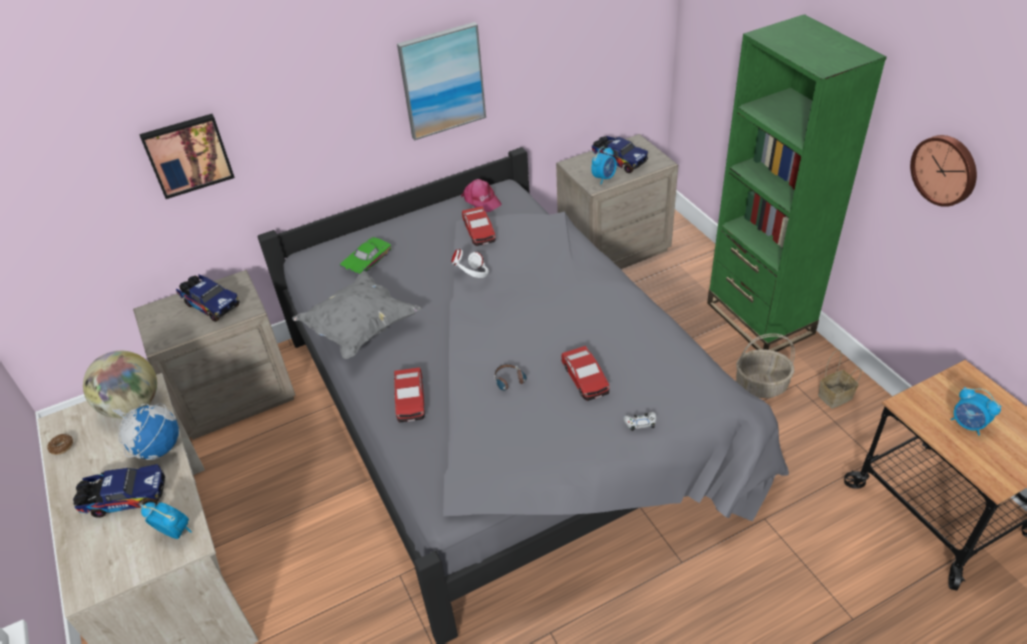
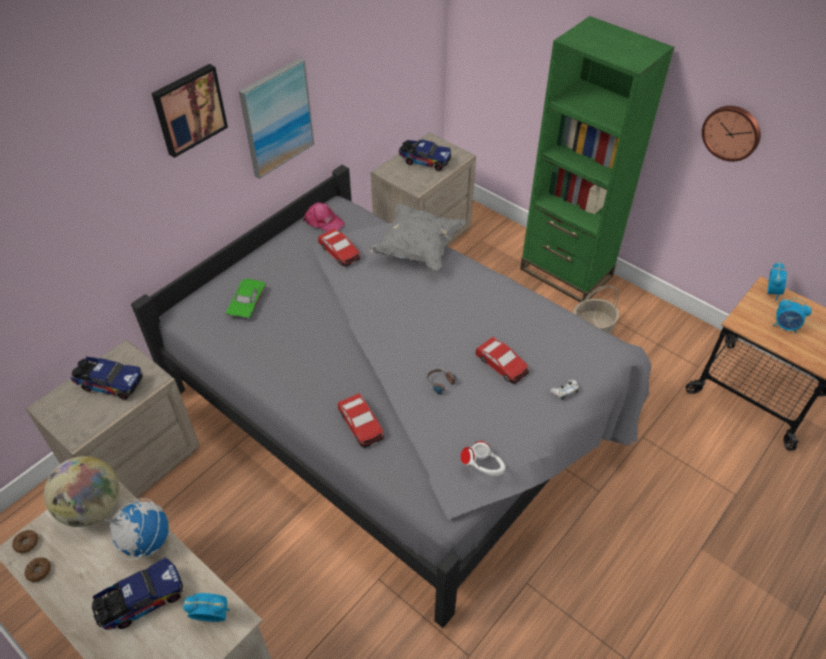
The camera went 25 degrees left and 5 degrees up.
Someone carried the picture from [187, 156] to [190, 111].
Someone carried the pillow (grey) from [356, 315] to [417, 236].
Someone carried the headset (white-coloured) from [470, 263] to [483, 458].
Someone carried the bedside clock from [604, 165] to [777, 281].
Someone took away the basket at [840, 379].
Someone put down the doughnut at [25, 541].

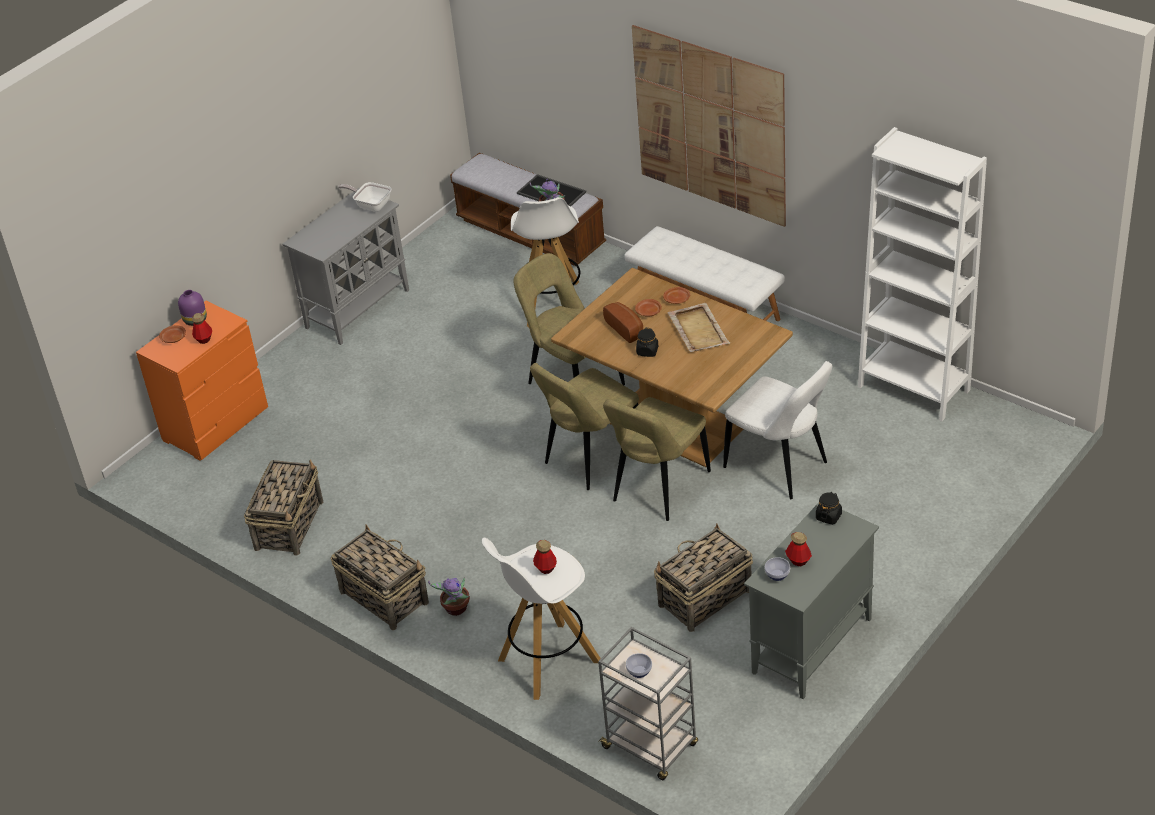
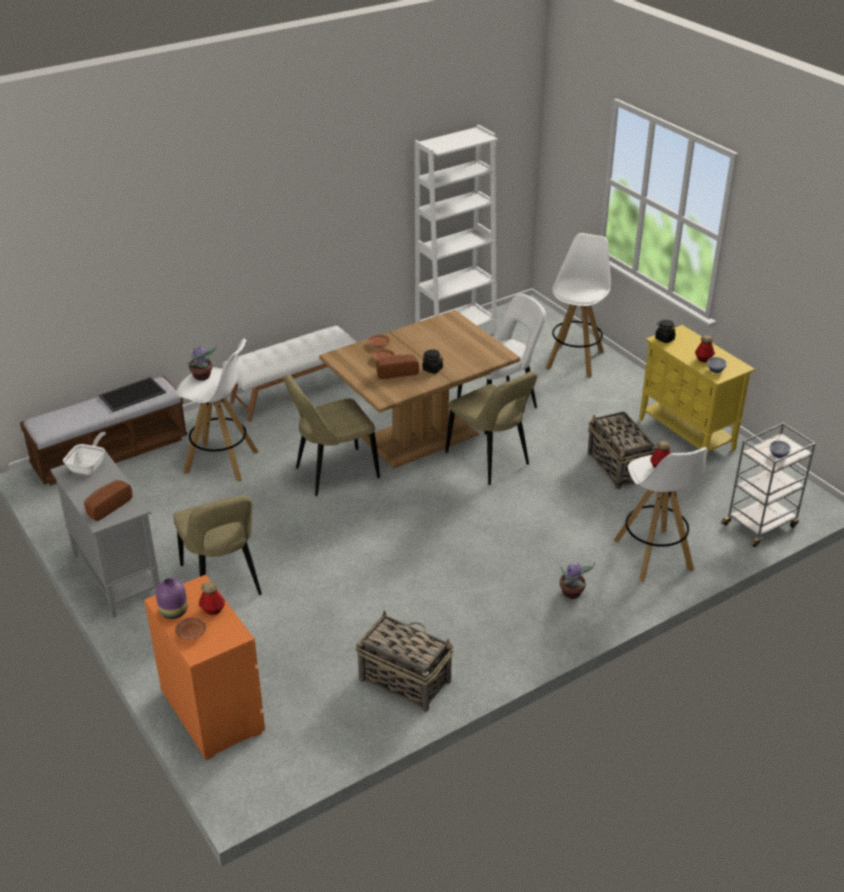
The camera went 75 degrees left and 5 degrees down.
Someone took away the basket at [380, 577].
Someone rotated the skillet at [365, 197] by 150 degrees clockwise.
Someone carried the chair (beige) from [584, 426] to [217, 545].
Someone took away the picture at [709, 126].
Someone took away the serving tray (beige) at [698, 327].
Someone repainted the cupboard (grey) at [811, 600], which became the cupboard (yellow-coloured) at [697, 391].
Someone put down the baked bread at [108, 500].
Someone put down the sitting stool (white-coloured) at [578, 305].

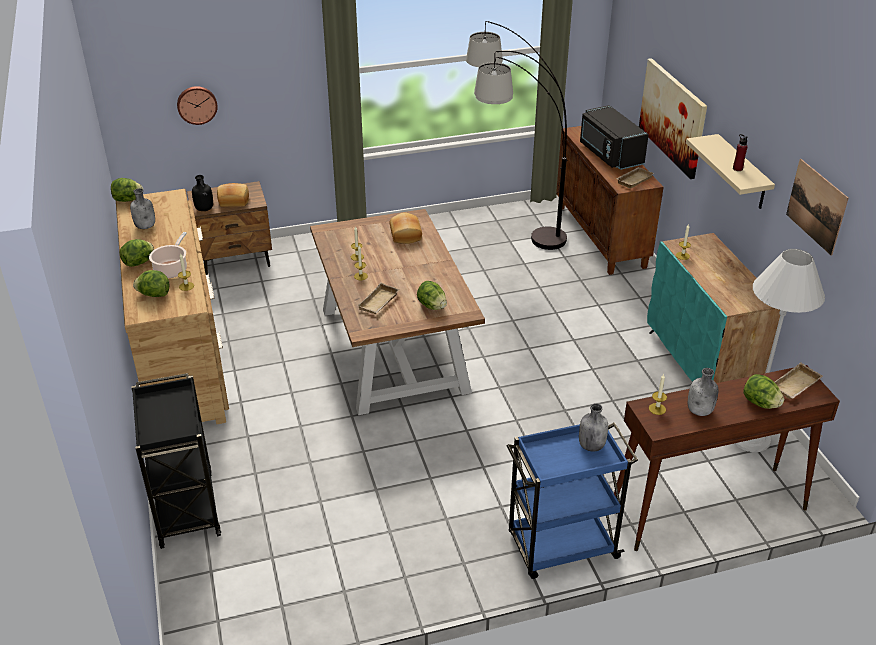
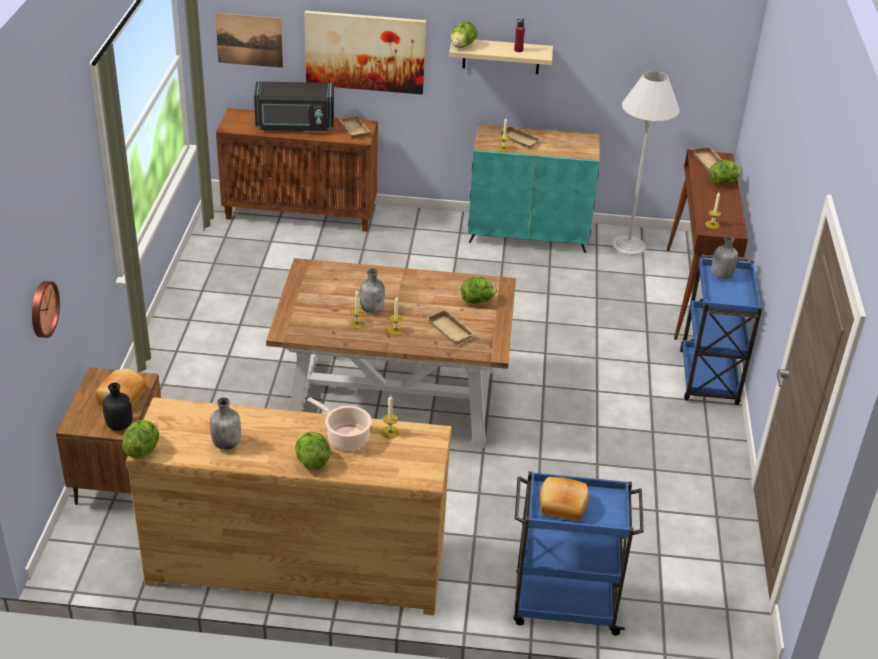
The camera went 70 degrees left and 0 degrees up.
Someone repainted the trolley (black-coloured) at [176, 461], which became the trolley (blue-coloured) at [578, 553].
Someone carried the lettuce head from [151, 283] to [464, 34].
Someone carried the baked bread from [406, 228] to [564, 499].
Someone took away the standard lamp at [516, 135].
Someone carried the bottle (grey) from [703, 392] to [372, 290].
Someone carried the picture from [817, 207] to [249, 40].
Someone put down the serving tray (beige) at [520, 137].

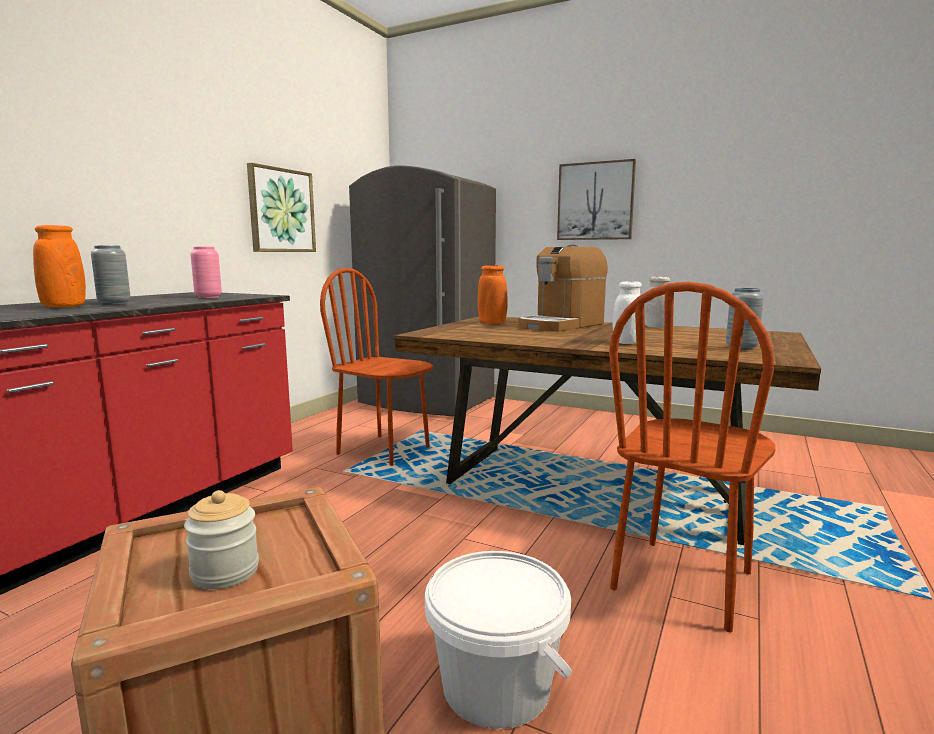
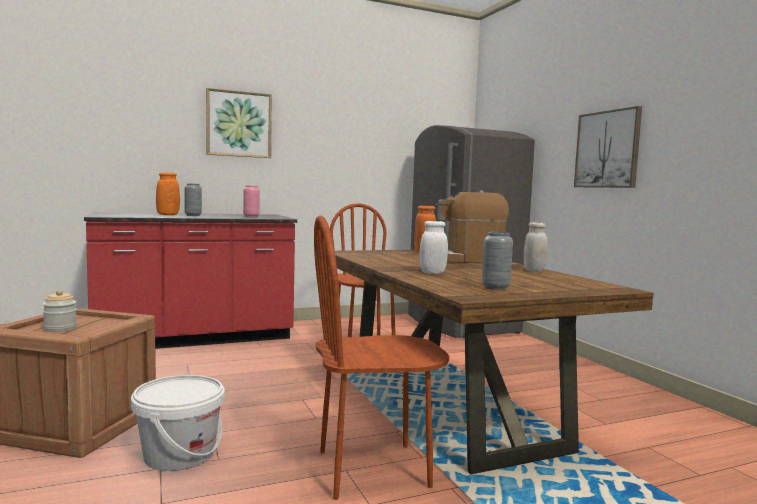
The camera went 40 degrees right and 5 degrees down.
Someone carried the picture from [281, 207] to [239, 123].

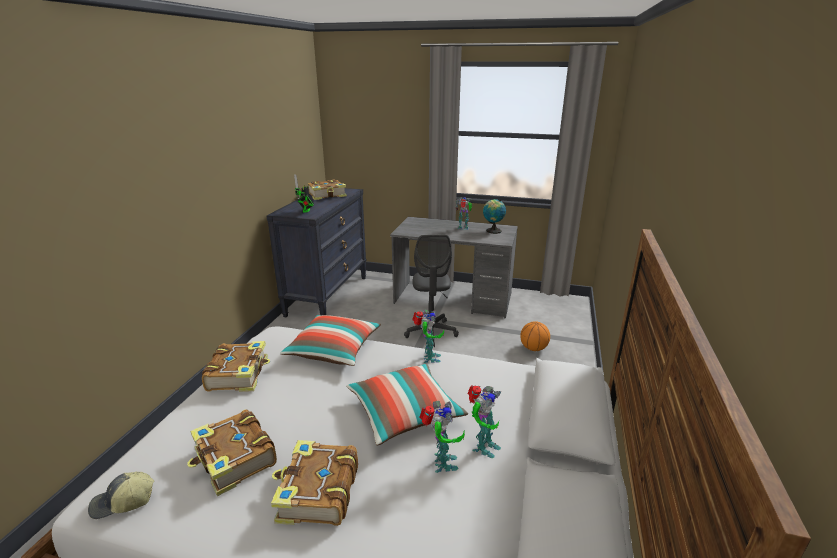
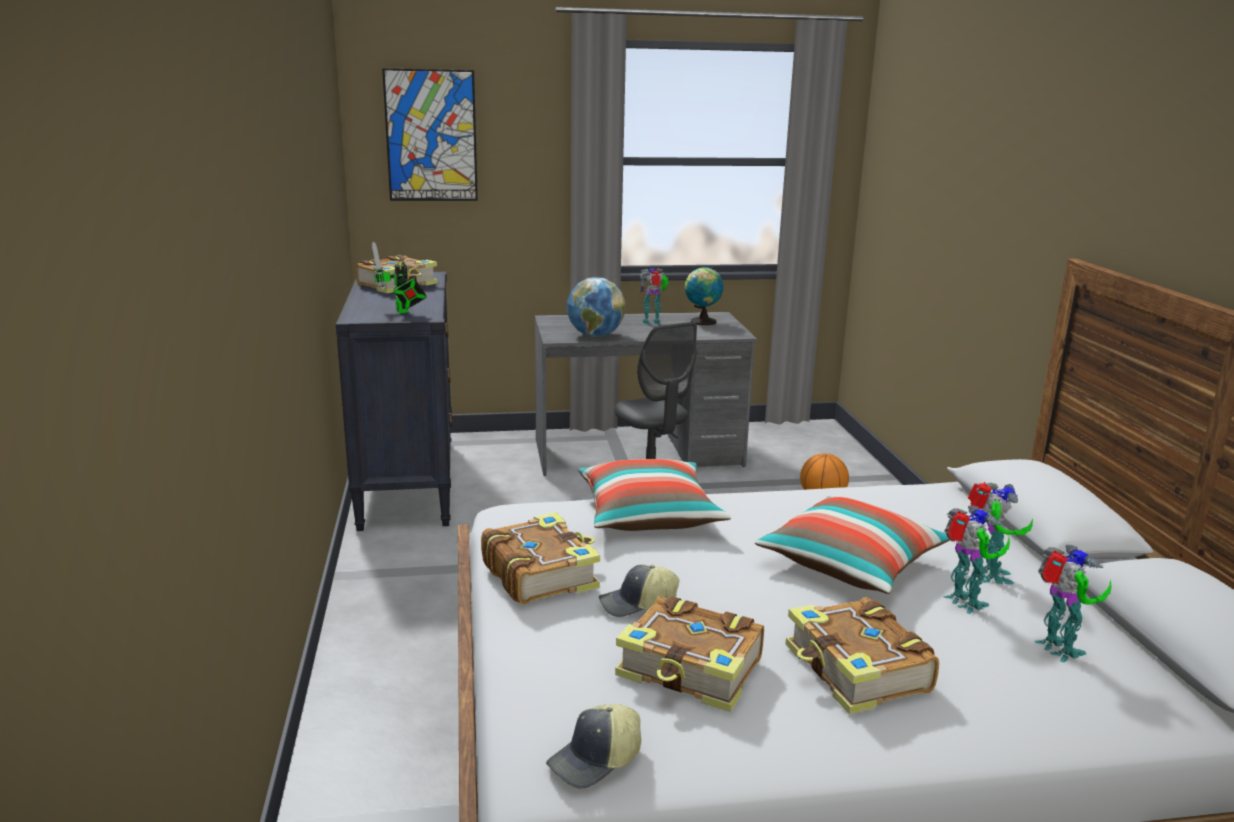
The camera went 25 degrees left and 5 degrees down.
Someone carried the robot figure from [428, 336] to [1072, 603].
Someone put up the picture at [430, 134].
Someone put down the world globe at [596, 307].
Someone put down the cap at [639, 590].

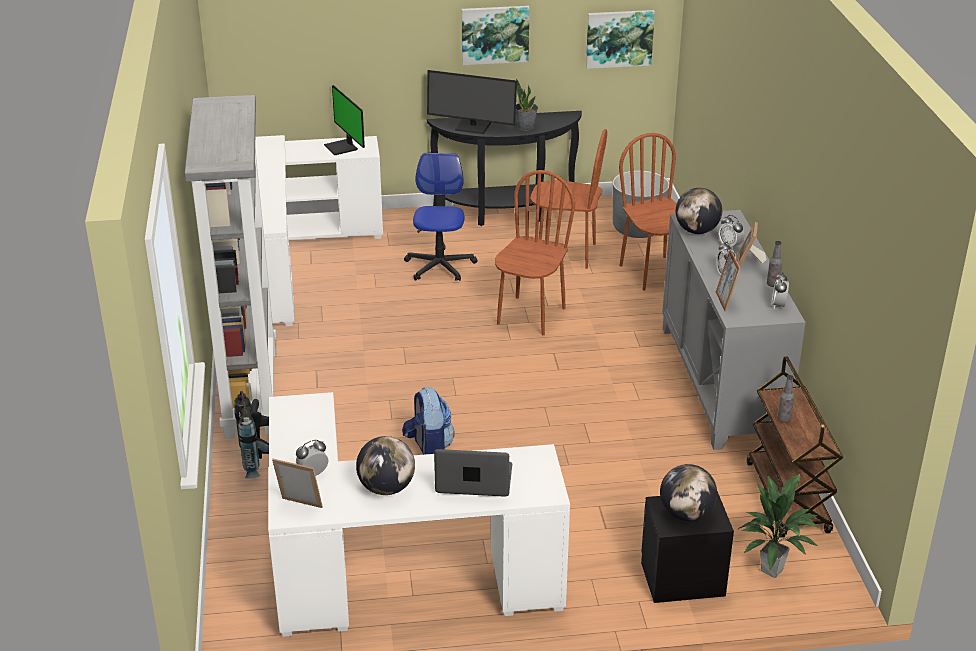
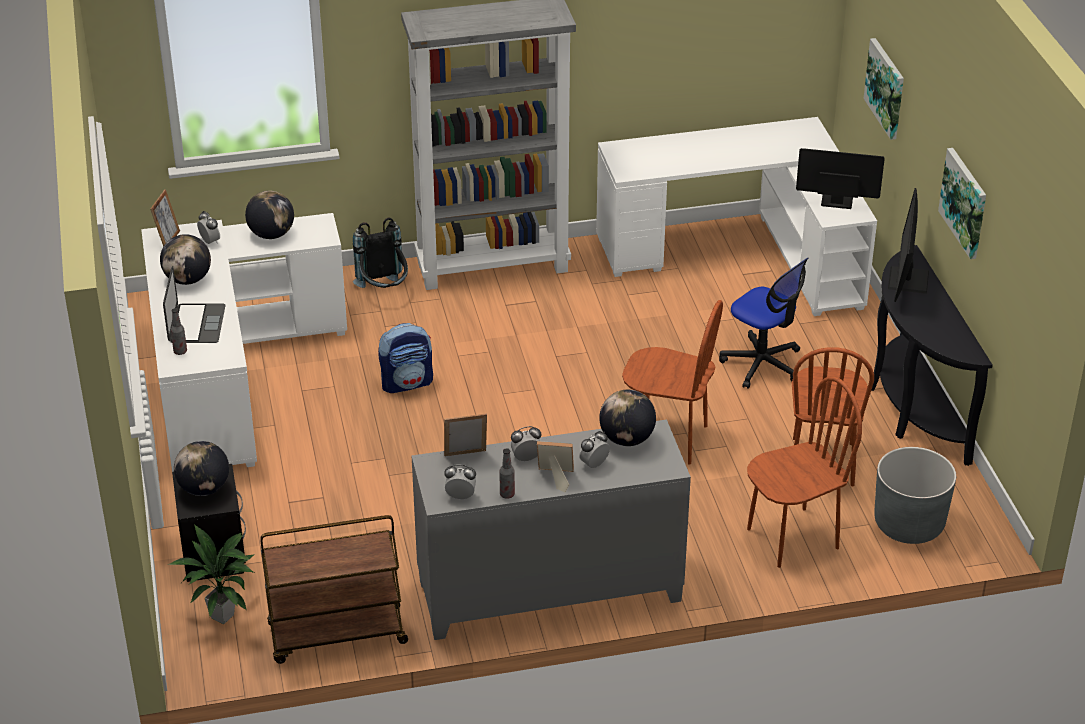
The camera went 85 degrees right and 5 degrees up.
Someone rotated the computer screen at [344, 120] by 45 degrees clockwise.
Someone rotated the office chair at [441, 217] by 45 degrees clockwise.
Someone took away the potted plant at [527, 104].
Someone carried the picture from [620, 39] to [883, 89].
Someone carried the bottle from [786, 398] to [179, 331].
Someone put down the world globe at [269, 215].

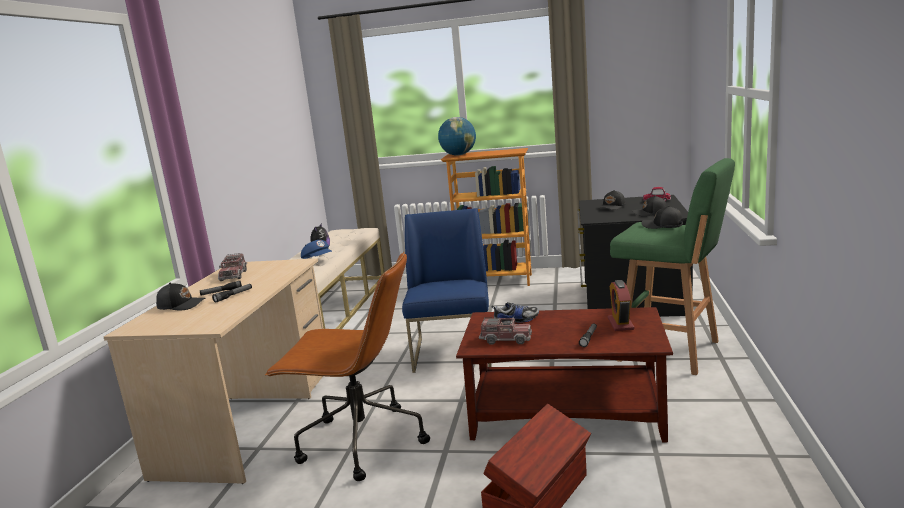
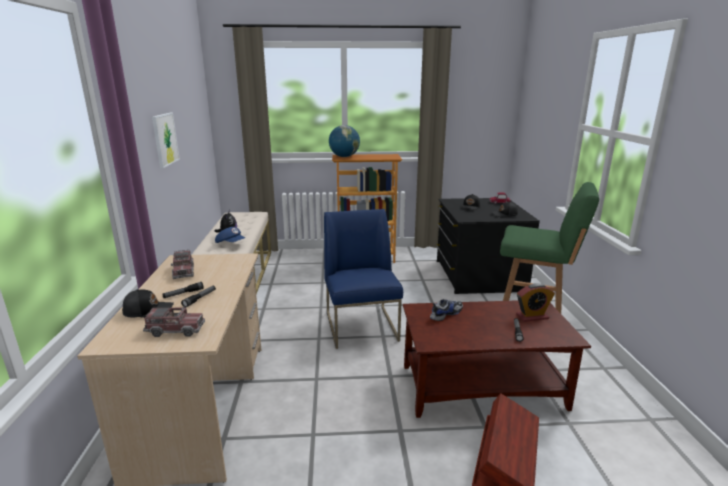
The camera went 15 degrees left and 5 degrees up.
Someone took away the office chair (brownish) at [347, 366].
Someone carried the toy lorry from [505, 330] to [174, 321].
Someone rotated the bedside clock at [621, 305] by 90 degrees counterclockwise.
Someone took away the cap (black-coloured) at [662, 217].
Someone put up the picture at [166, 140].

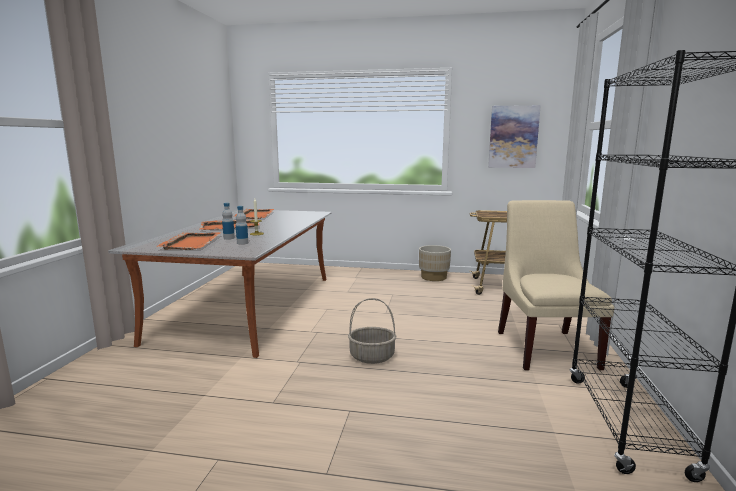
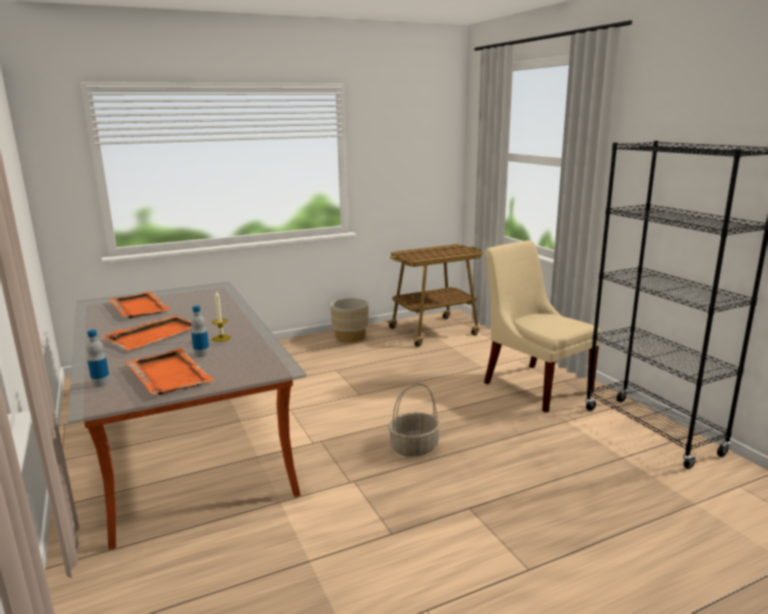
The camera went 35 degrees left and 5 degrees up.
Someone carried the bottle from [242, 225] to [98, 358].
Someone took away the picture at [514, 136].

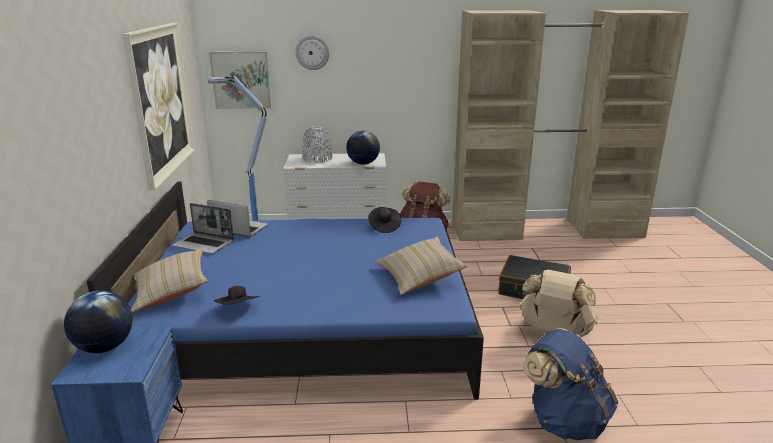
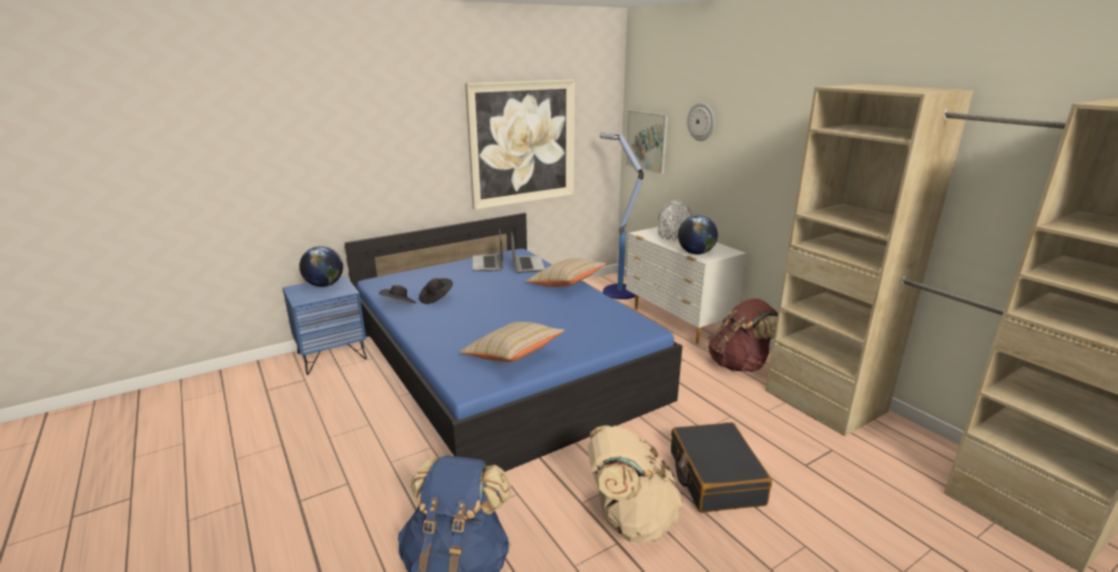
The camera went 60 degrees right and 0 degrees up.
Someone carried the pillow (beige) from [169, 281] to [566, 272].
Someone carried the wearable hat (black-coloured) from [385, 220] to [436, 291].

